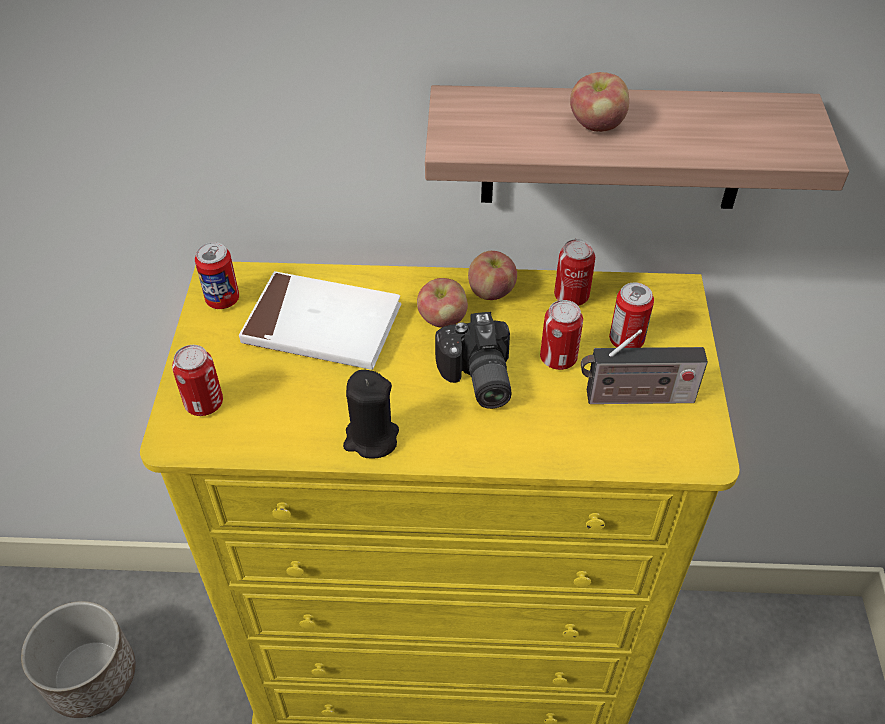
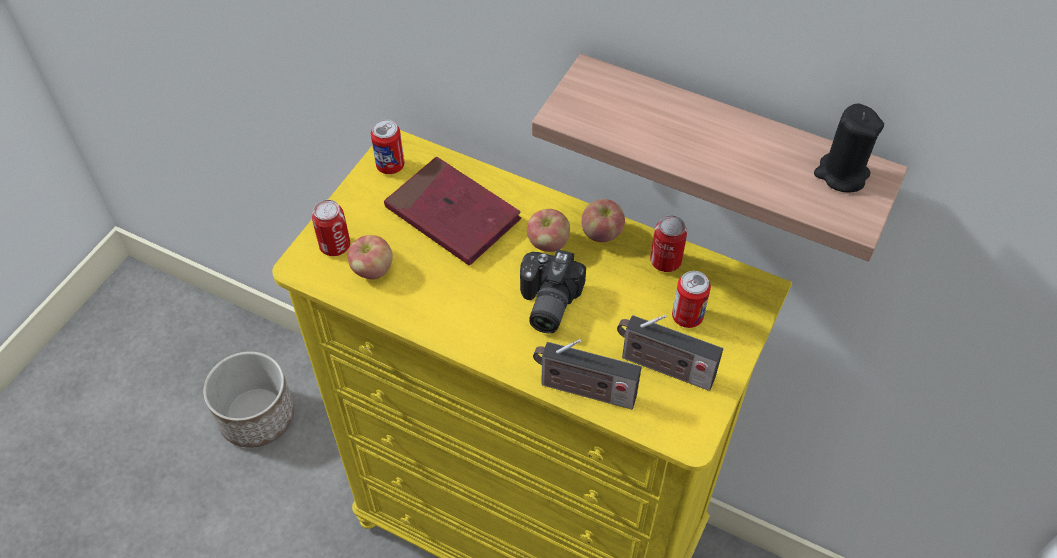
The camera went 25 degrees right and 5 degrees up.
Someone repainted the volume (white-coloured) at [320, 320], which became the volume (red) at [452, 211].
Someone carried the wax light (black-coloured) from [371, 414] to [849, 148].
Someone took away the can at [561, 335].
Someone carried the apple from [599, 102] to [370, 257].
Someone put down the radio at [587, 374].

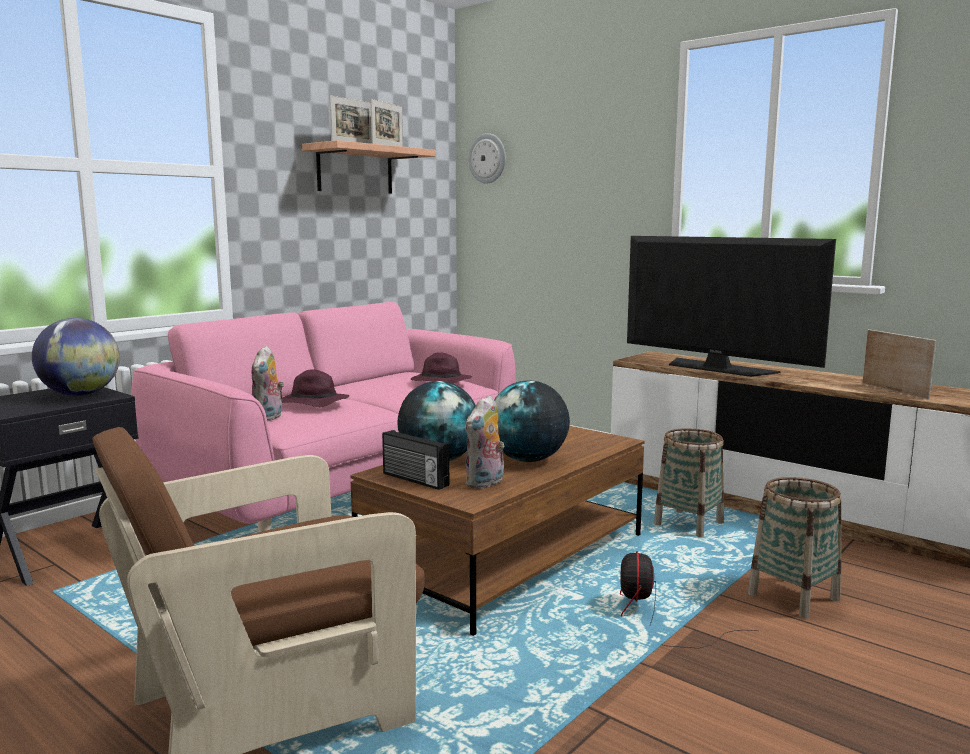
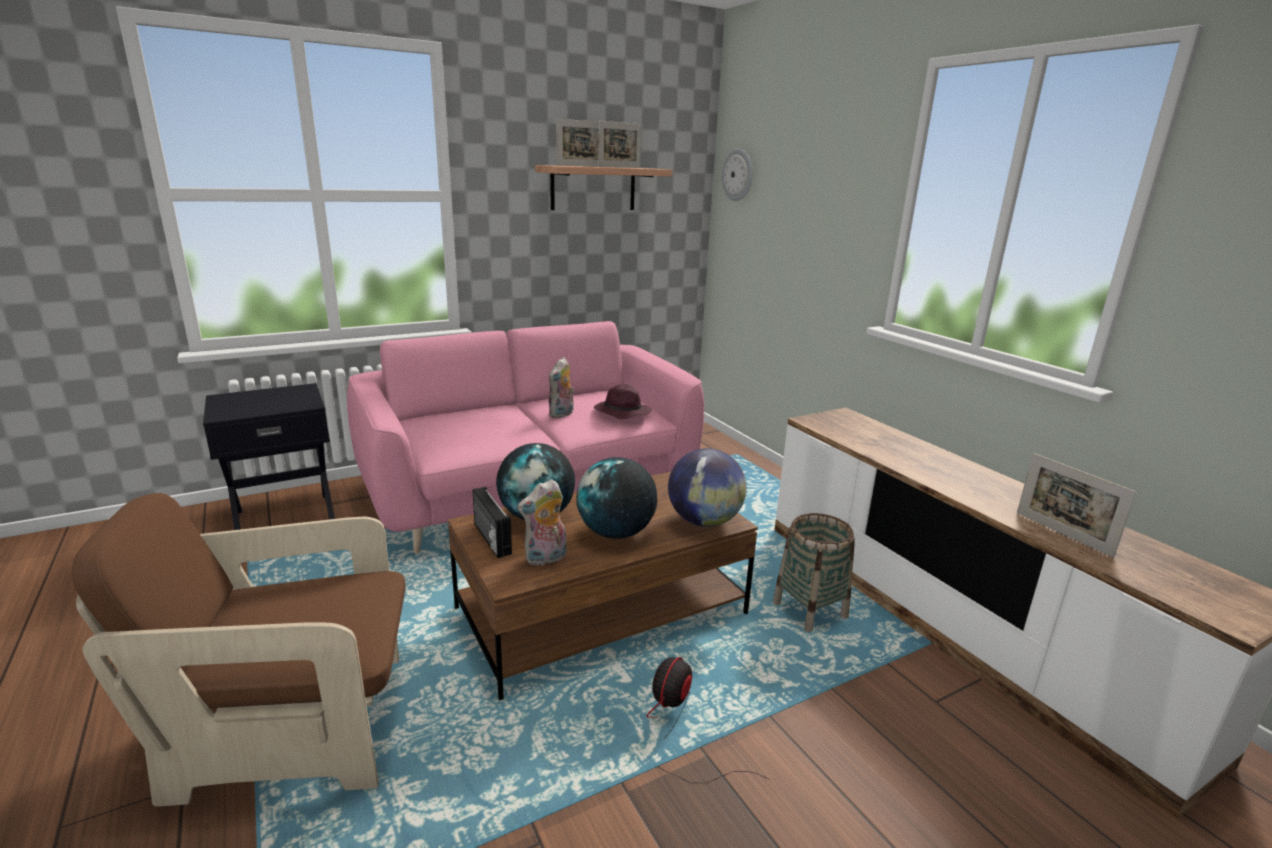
The camera went 20 degrees right and 10 degrees up.
Someone carried the world globe from [76, 357] to [707, 487].
Someone carried the cuddly toy from [268, 383] to [561, 387].
Someone took away the wearable hat (purple-coloured) at [315, 388].
Someone took away the TV set at [731, 306].
Someone took away the basket at [795, 547].
Someone rotated the standing frame at [899, 364] by 150 degrees clockwise.

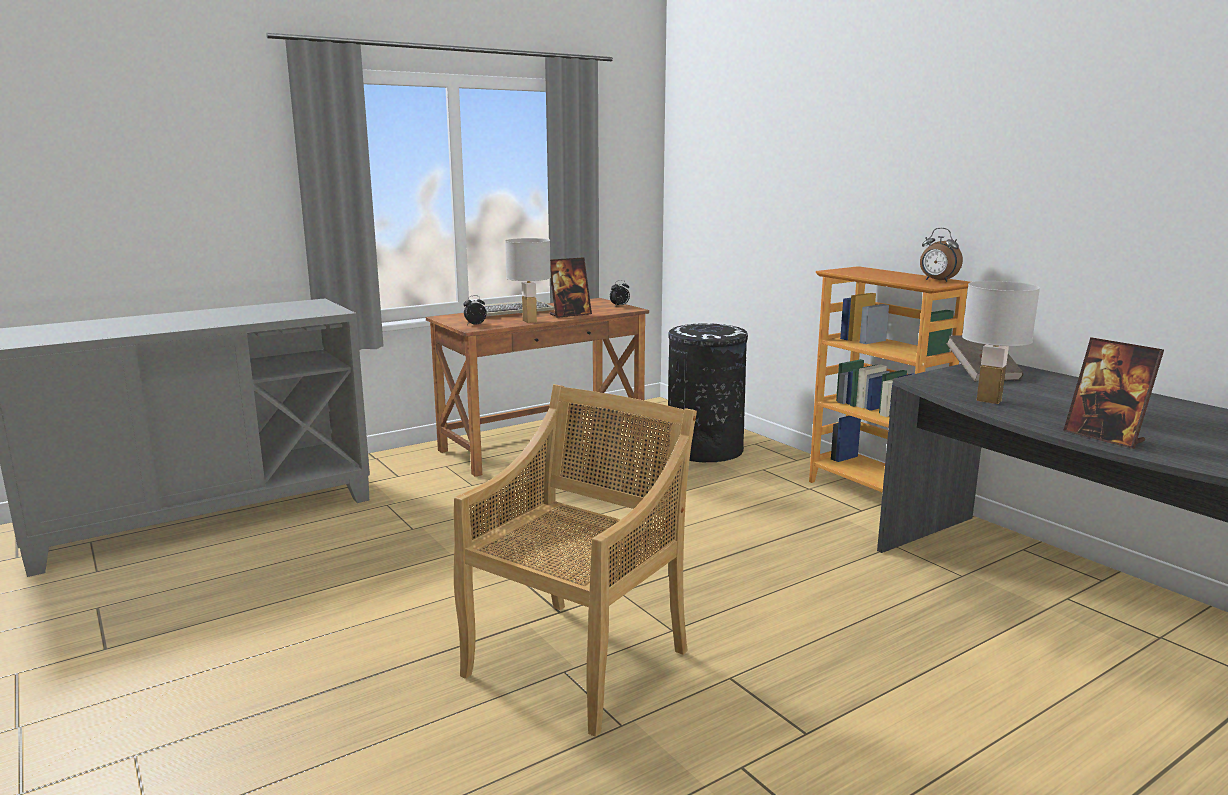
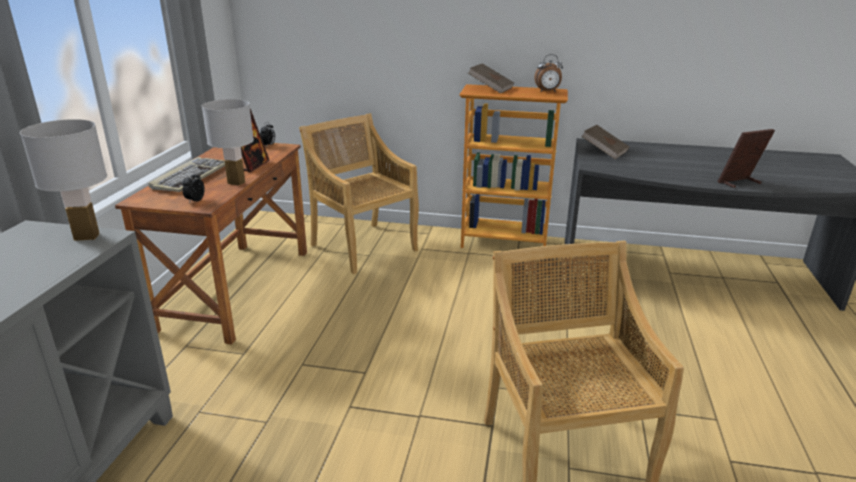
The camera went 45 degrees left and 10 degrees up.
Someone swapped the trash can (black-coloured) at [708, 392] for the chair (beige) at [359, 193].
Someone carried the table lamp (white-coloured) from [1001, 342] to [63, 180].
Someone rotated the standing frame at [1113, 393] by 150 degrees clockwise.
Someone put down the volume (brownish) at [491, 78].

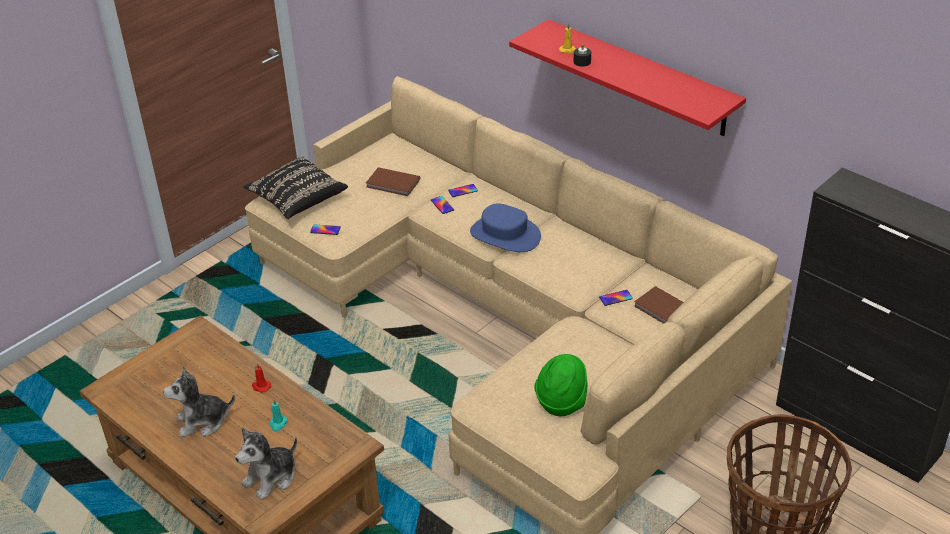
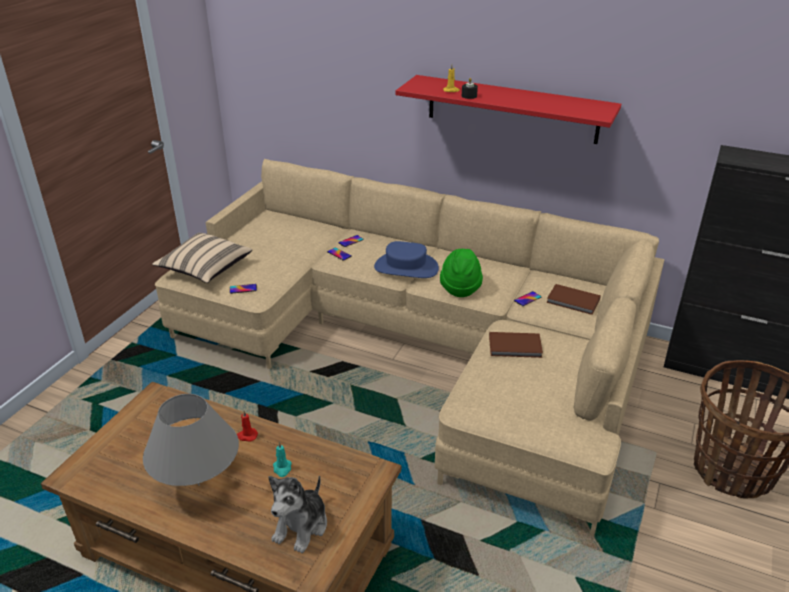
The camera went 20 degrees left and 5 degrees down.
Someone swapped the cuddly toy at [199, 401] for the table lamp (grey) at [191, 440].
Someone repainted the pillow (black-coloured) at [296, 188], which became the pillow (beige) at [202, 258].
Someone carried the volume (brownish) from [393, 181] to [516, 345].
Someone carried the wearable hat (green-coloured) from [560, 385] to [461, 273].

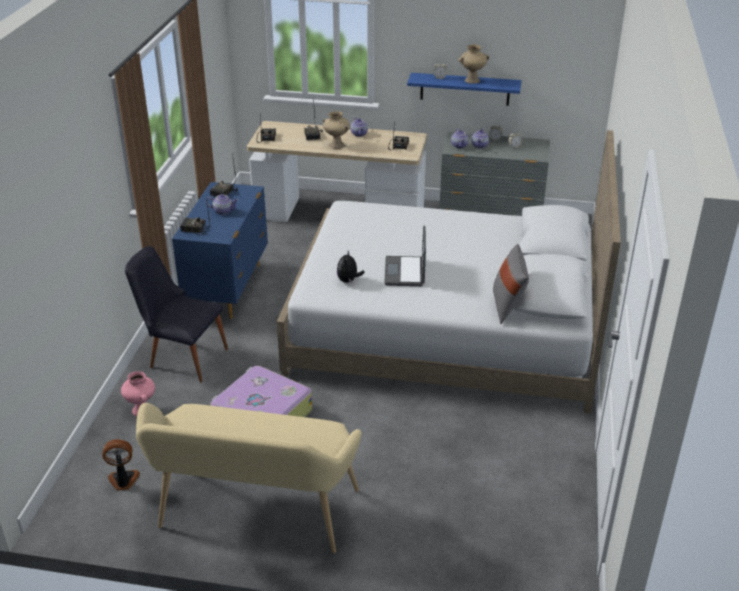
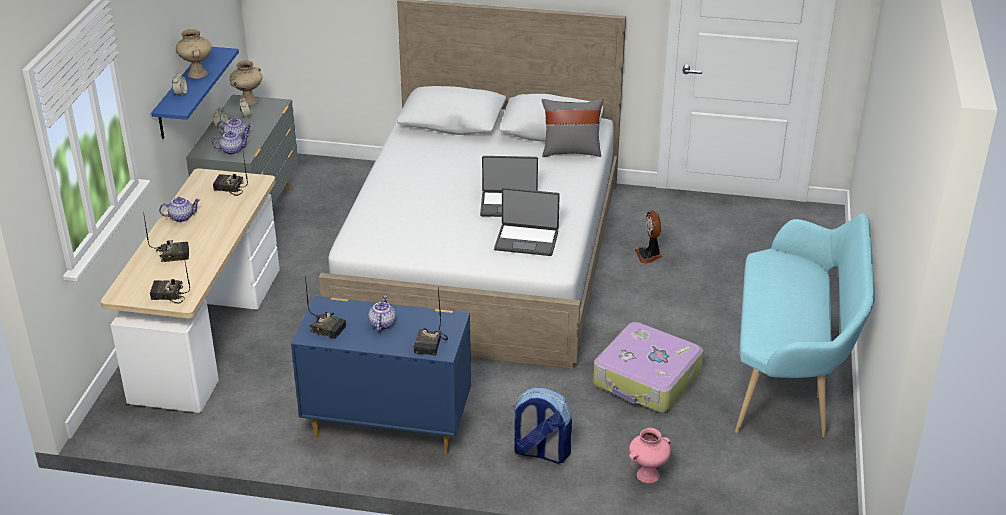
The camera went 90 degrees left and 0 degrees up.
Someone carried the electric fan from [121, 465] to [648, 237].
Someone swapped the chair (black-coloured) at [176, 314] for the knapsack at [542, 426].
Someone repainted the indoor bench (beige) at [249, 478], which became the indoor bench (turquoise) at [805, 325].
Someone carried the vase (beige) from [337, 130] to [246, 83].
Someone swapped the cuddly toy at [351, 267] for the notebook computer at [527, 222].

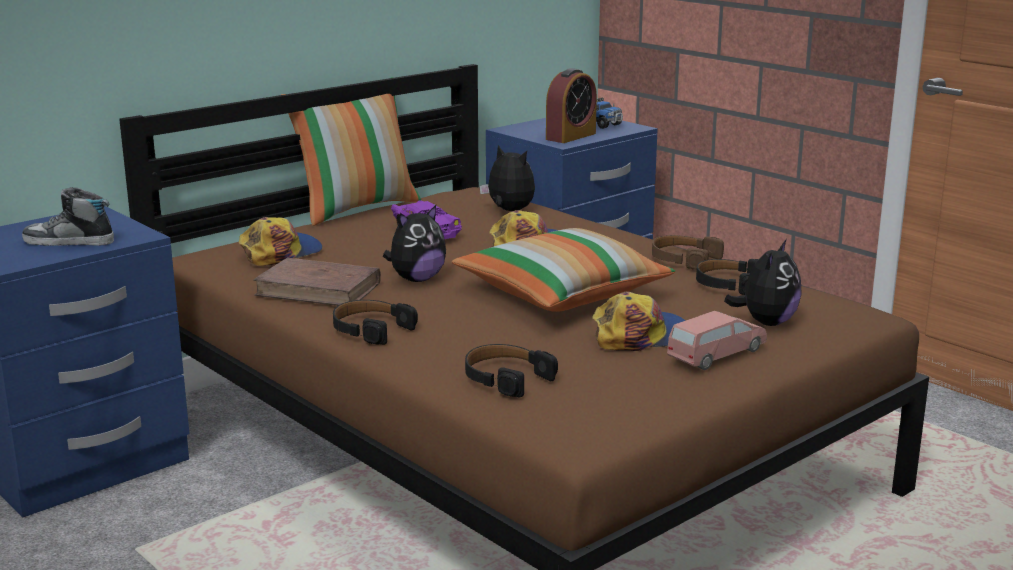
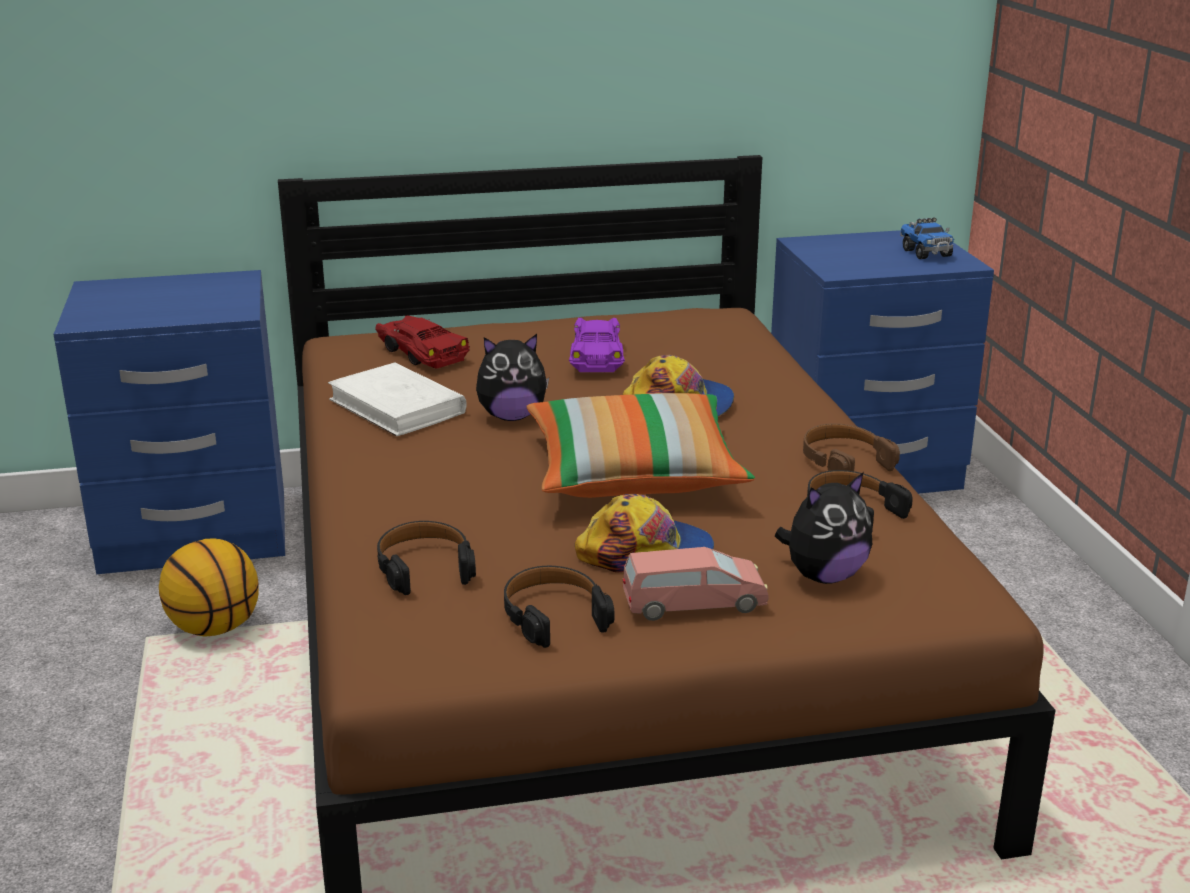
The camera went 30 degrees right and 5 degrees up.
Someone took away the low shoe at [68, 216].
Someone swapped the cap at [281, 241] for the toy car (red) at [422, 342].
Someone repainted the volume (brownish) at [317, 282], which became the volume (white-coloured) at [397, 399].
Someone took away the pillow at [351, 151].
Someone carried the headset (black-coloured) from [375, 322] to [559, 607].
Someone took away the cuddly toy at [507, 178].
Someone took away the bedside clock at [571, 105].
Someone put down the basketball ball at [209, 587].

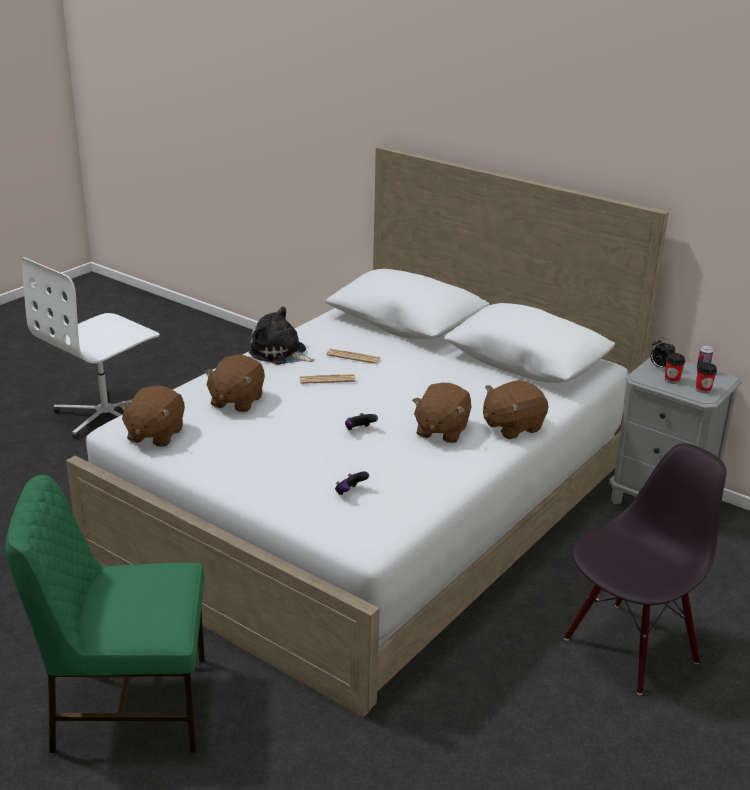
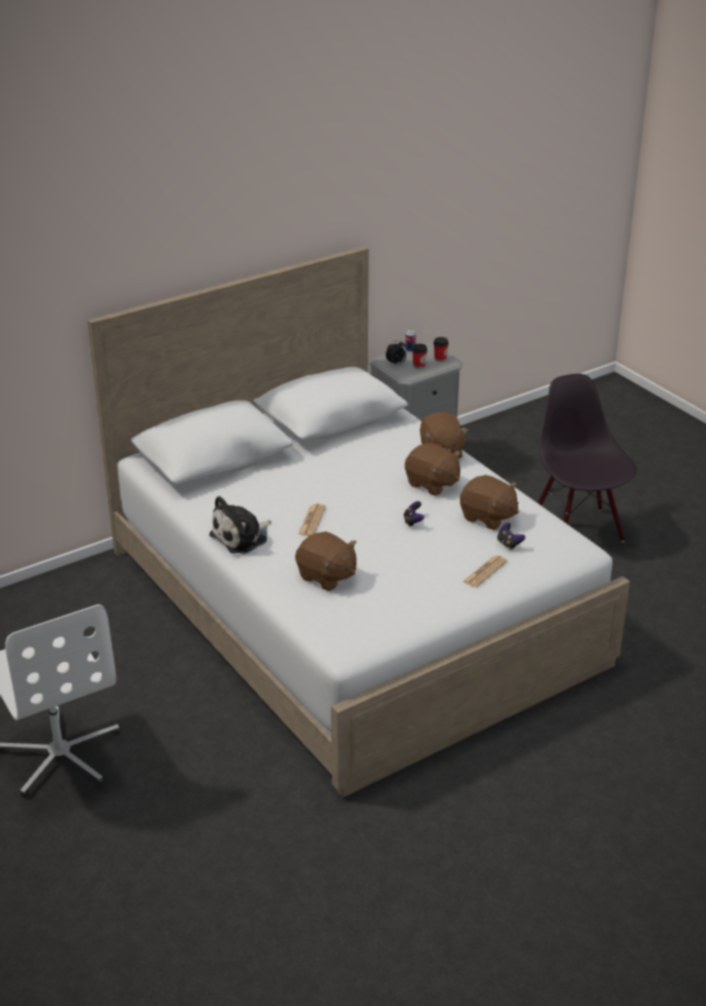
The camera went 70 degrees left and 5 degrees up.
Someone took away the chair (green-coloured) at [105, 614].
Someone carried the cuddly toy (brownish) from [152, 416] to [489, 502].
Someone carried the newspaper from [353, 356] to [485, 571].

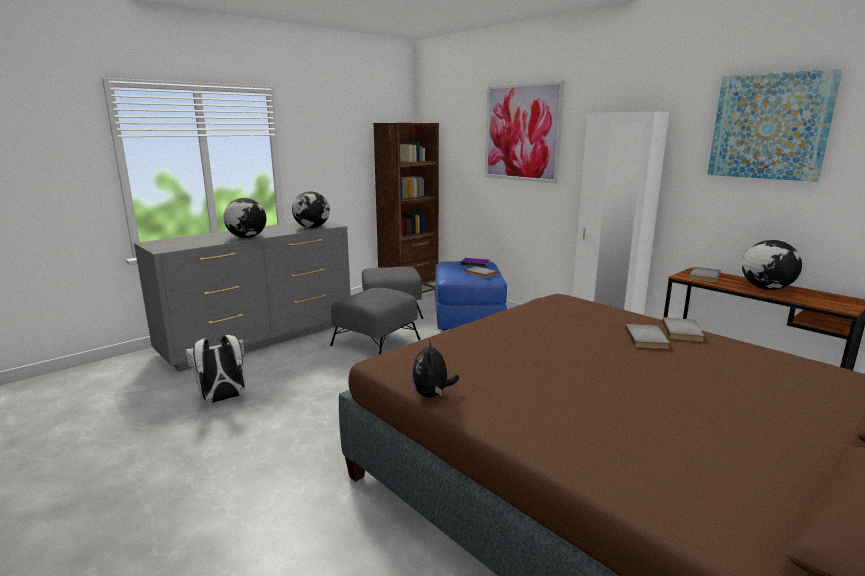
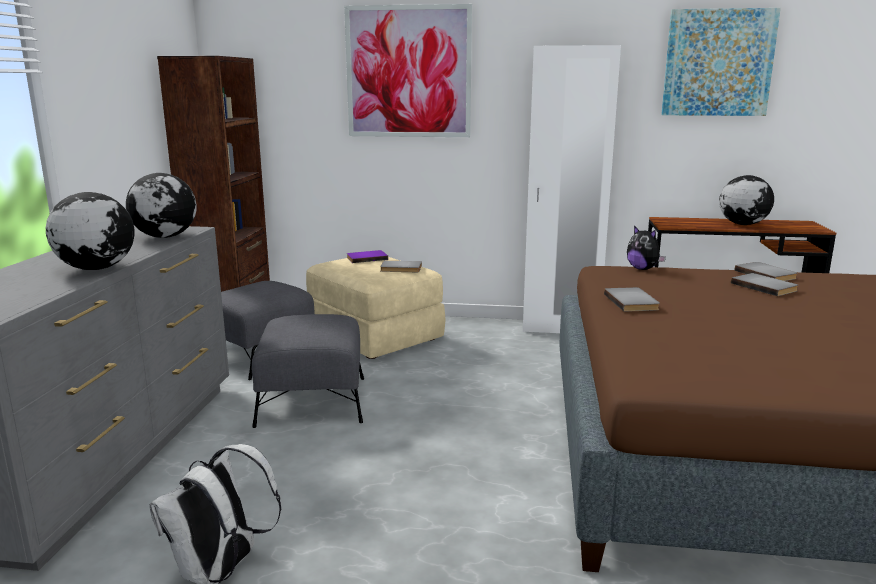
The camera went 40 degrees left and 0 degrees up.
Someone carried the cuddly toy from [435, 368] to [646, 248].
Someone repainted the pouffe (blue-coloured) at [471, 295], which became the pouffe (beige) at [376, 308].
Someone carried the volume (grey) from [704, 275] to [632, 299].

